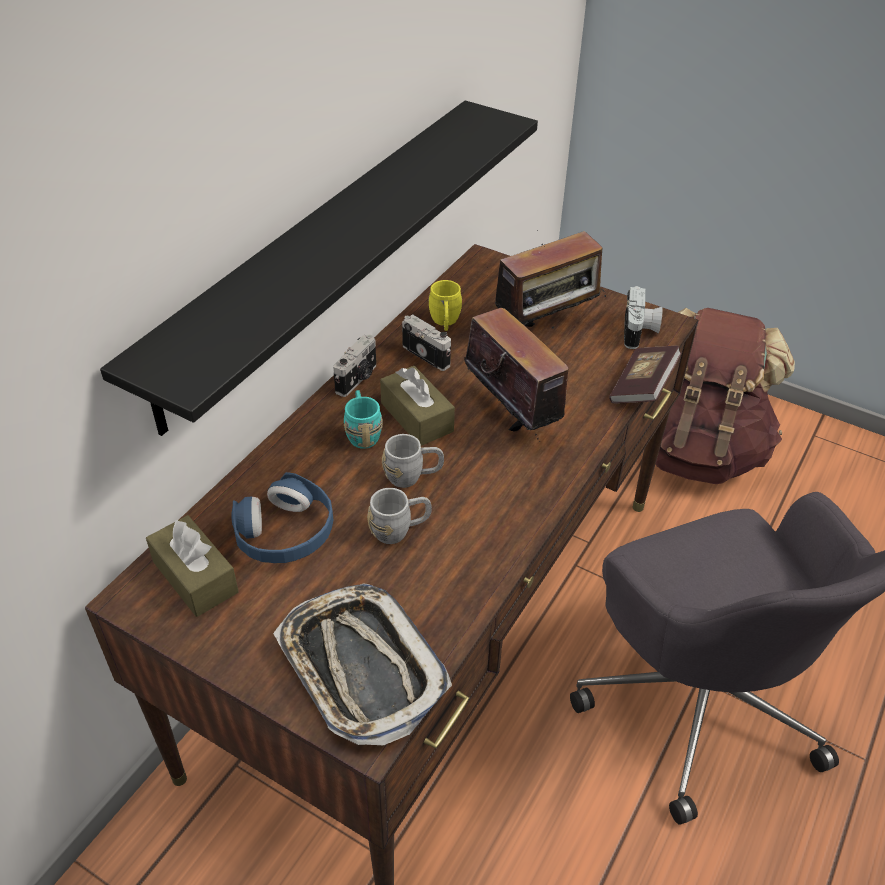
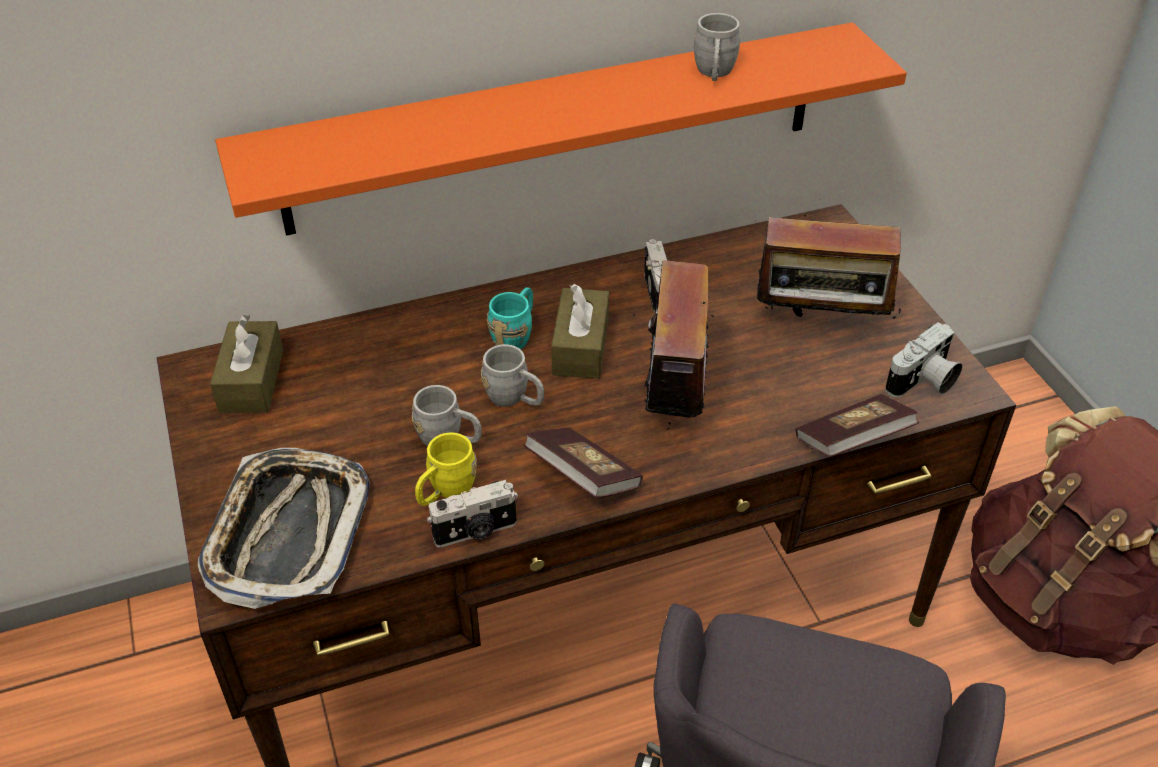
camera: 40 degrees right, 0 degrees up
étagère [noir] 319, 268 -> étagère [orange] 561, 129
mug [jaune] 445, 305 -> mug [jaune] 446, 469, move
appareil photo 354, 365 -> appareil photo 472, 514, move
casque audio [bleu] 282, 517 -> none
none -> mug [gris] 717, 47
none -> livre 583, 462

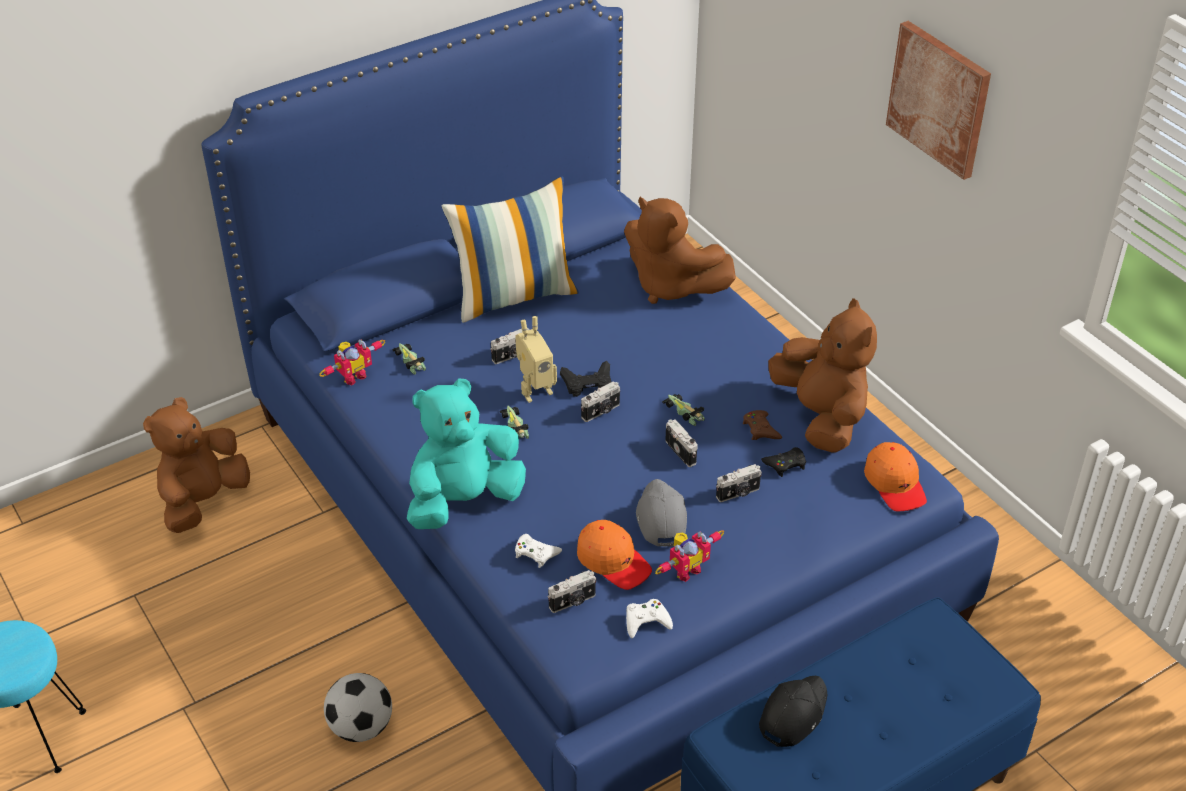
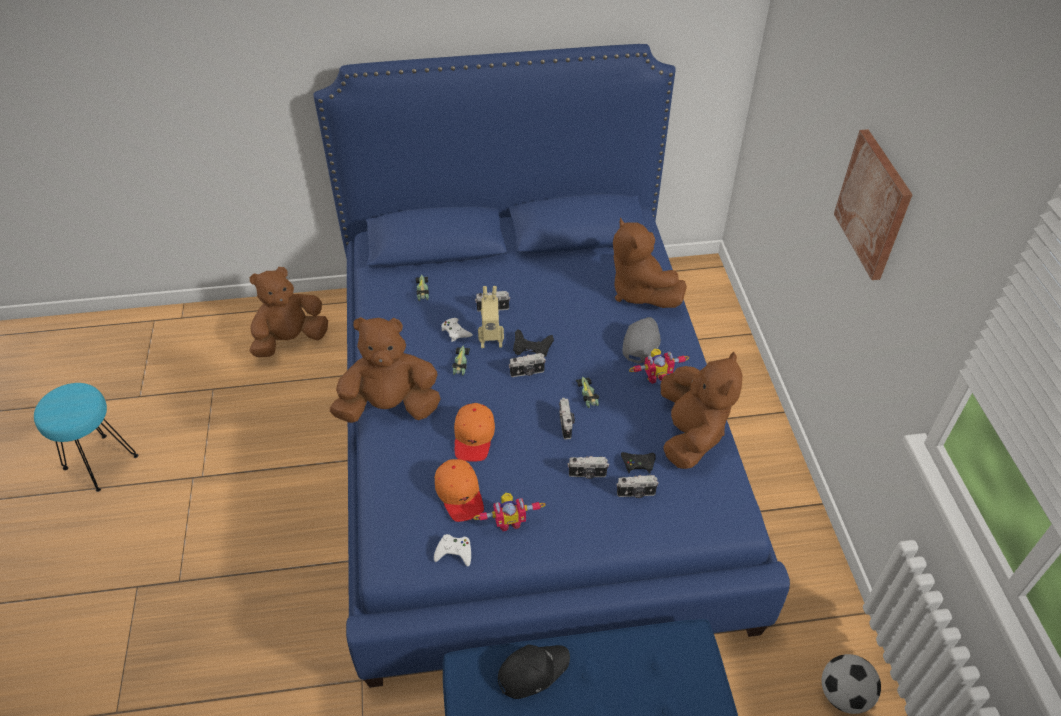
camera: 25 degrees right, 5 degrees up
coussin 510, 249 -> none
robot jouet 353, 362 -> robot jouet 659, 366, move
peluche [turquoise] 466, 453 -> peluche [marron] 385, 370
manette [marron] 762, 425 -> none
casquette [orange] 895, 476 -> casquette [orange] 474, 432, move
casquette [gris] 661, 512 -> casquette [gris] 641, 340, move
manette [blanc] 538, 551 -> manette [blanc] 457, 330, move
appareil photo 572, 591 -> appareil photo 638, 486, move
ballon de foot 358, 707 -> ballon de foot 851, 684, move

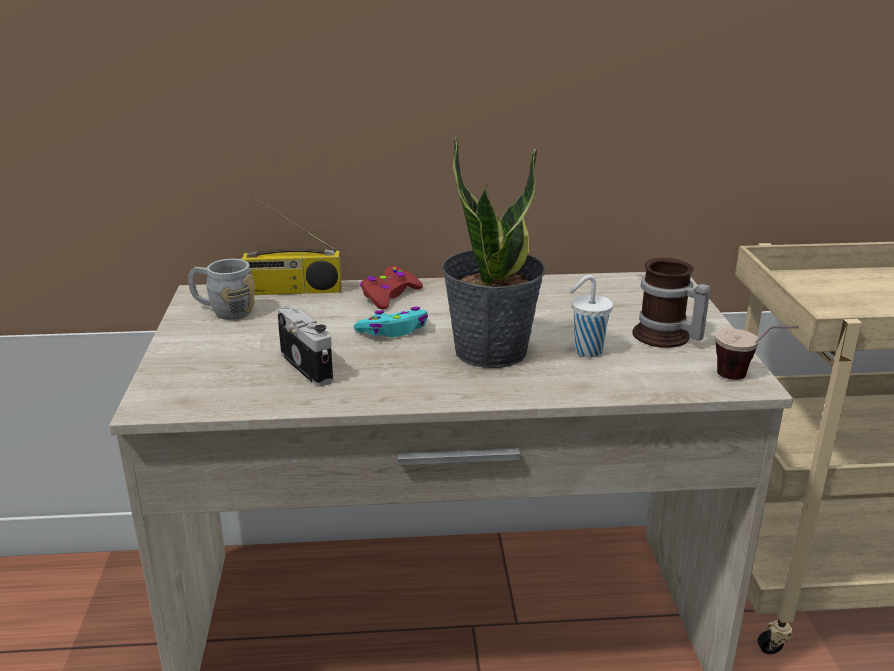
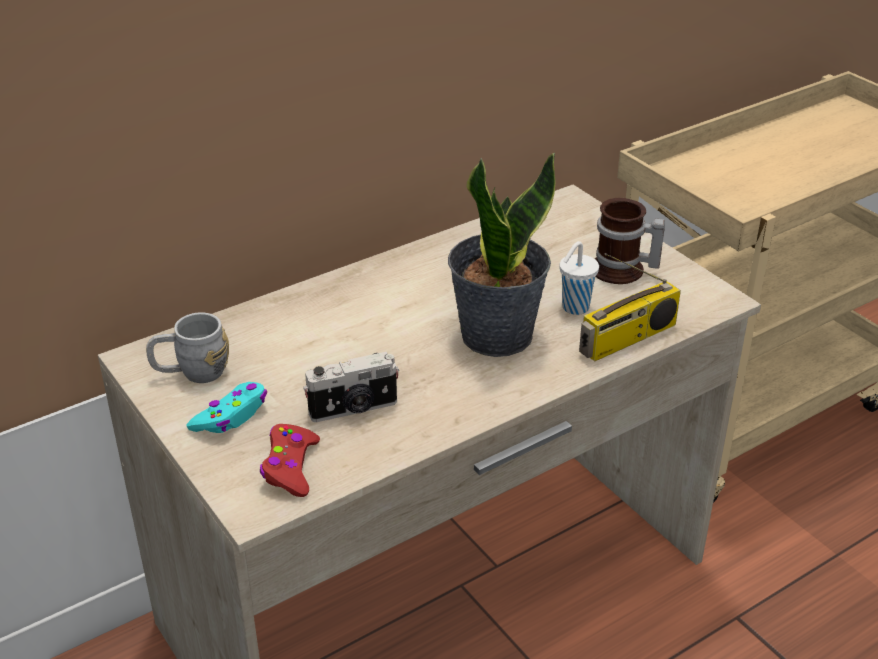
camera: 30 degrees left, 10 degrees up
radio 290, 246 -> radio 630, 307, move
manette [rouge] 391, 288 -> manette [rouge] 290, 460, move
appareil photo 305, 346 -> appareil photo 351, 387, 135 degrees clockwise
manette [turquoise] 391, 322 -> manette [turquoise] 226, 407, move
tasse 757, 353 -> none

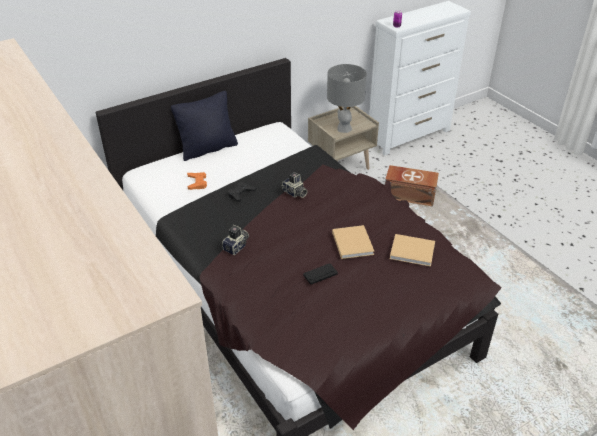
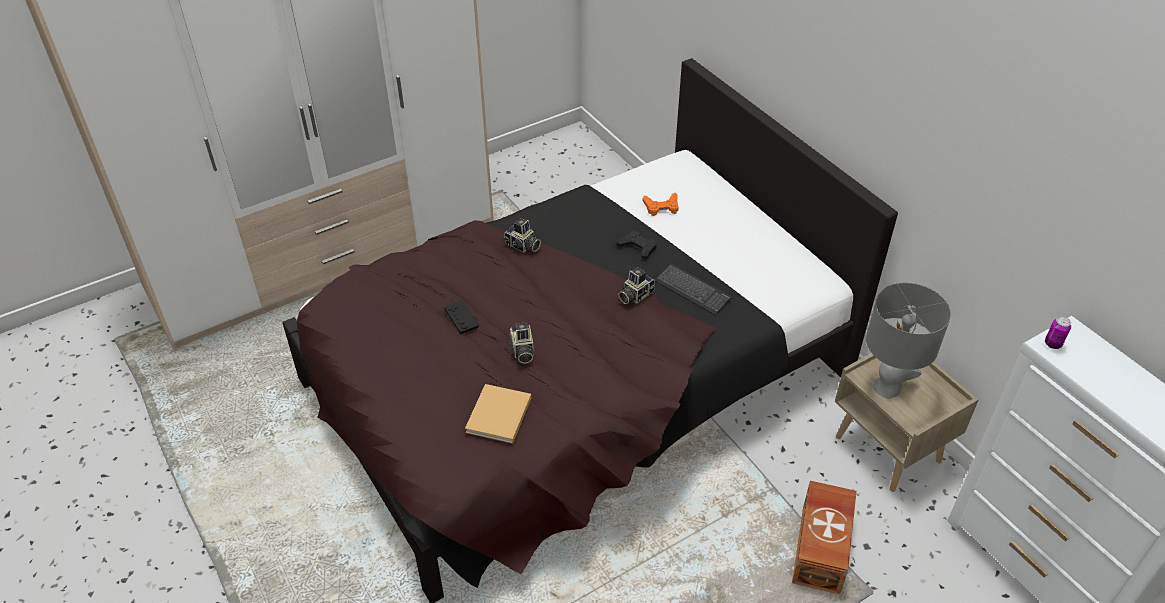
camera: 90 degrees right, 5 degrees up
coussin [noir] 204, 126 -> none
livre [beige] 353, 242 -> appareil photo 521, 343
none -> clavier 693, 290

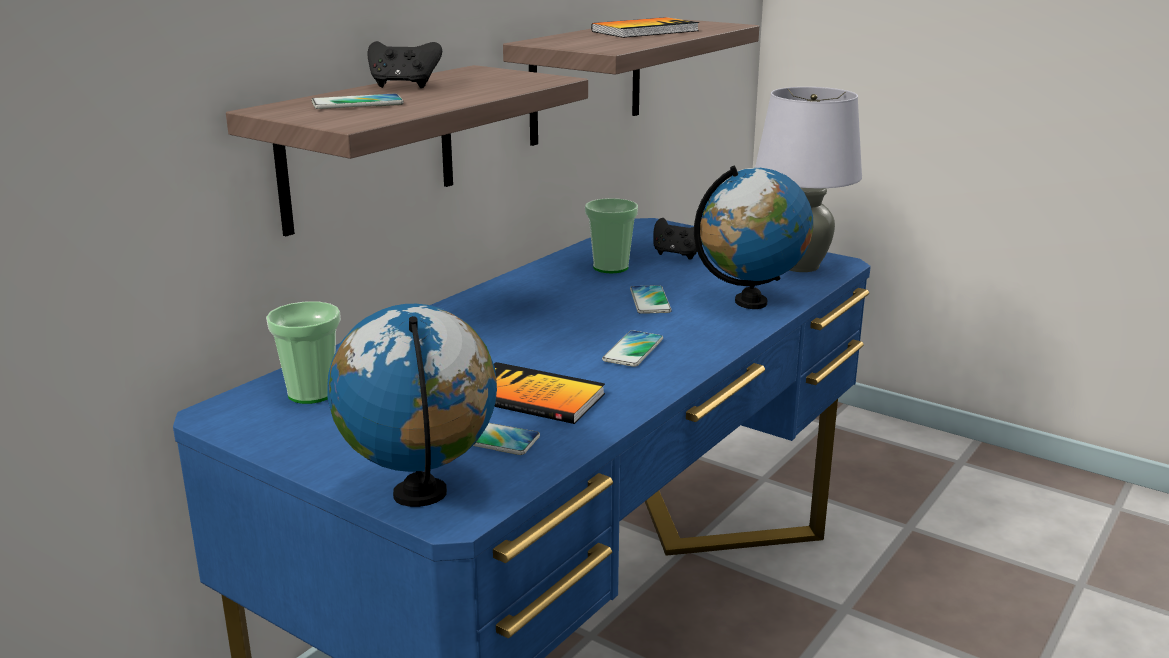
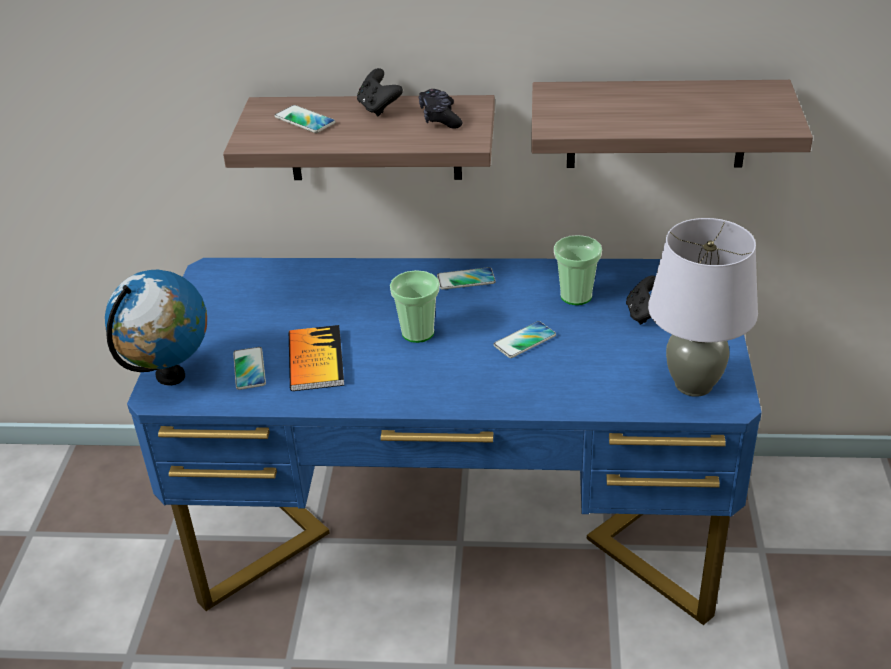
camera: 60 degrees right, 15 degrees up
livre 645, 27 -> none
globe 753, 237 -> none
tasse 303, 352 -> tasse 415, 306, move
téléphone 632, 348 -> téléphone 466, 278, move
none -> manette [noir] 441, 109

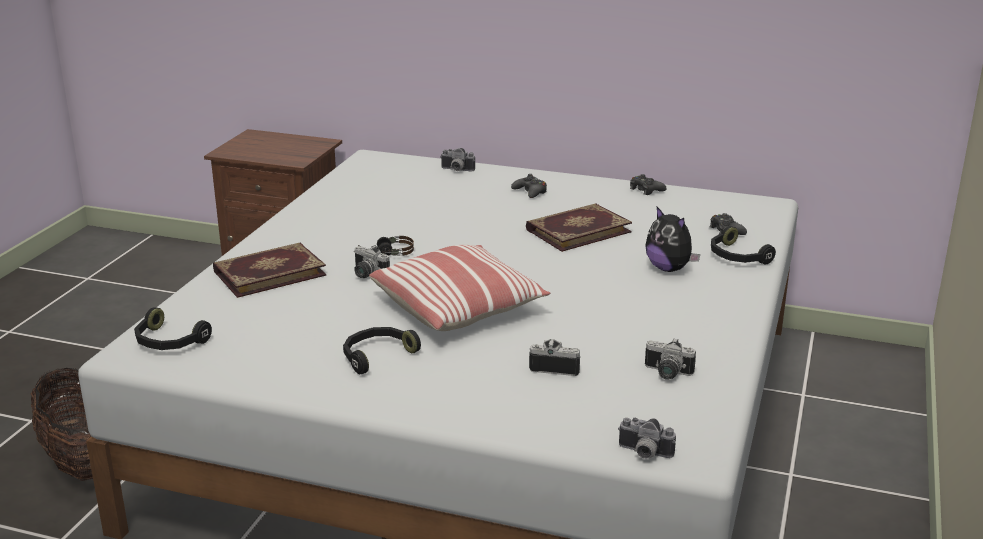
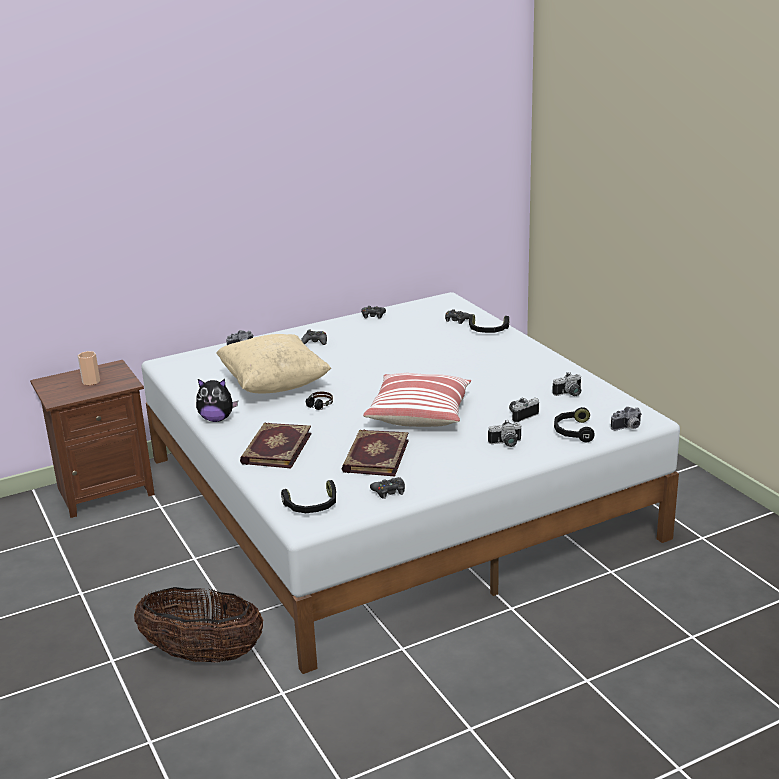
camera: 45 degrees left, 0 degrees up
livre 579, 227 -> livre 375, 453, move
peluche 673, 239 -> peluche 217, 400, move
appareil photo 372, 261 -> appareil photo 504, 433, move
casque audio [noir] 382, 350 -> casque audio [noir] 574, 424, move
none -> coussin [beige] 273, 363
none -> tasse 89, 368
none -> manette [noir] 387, 488

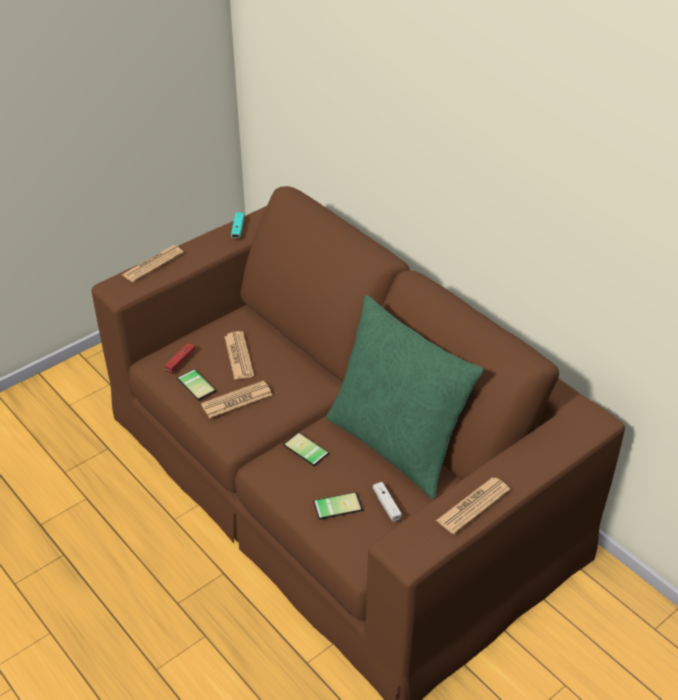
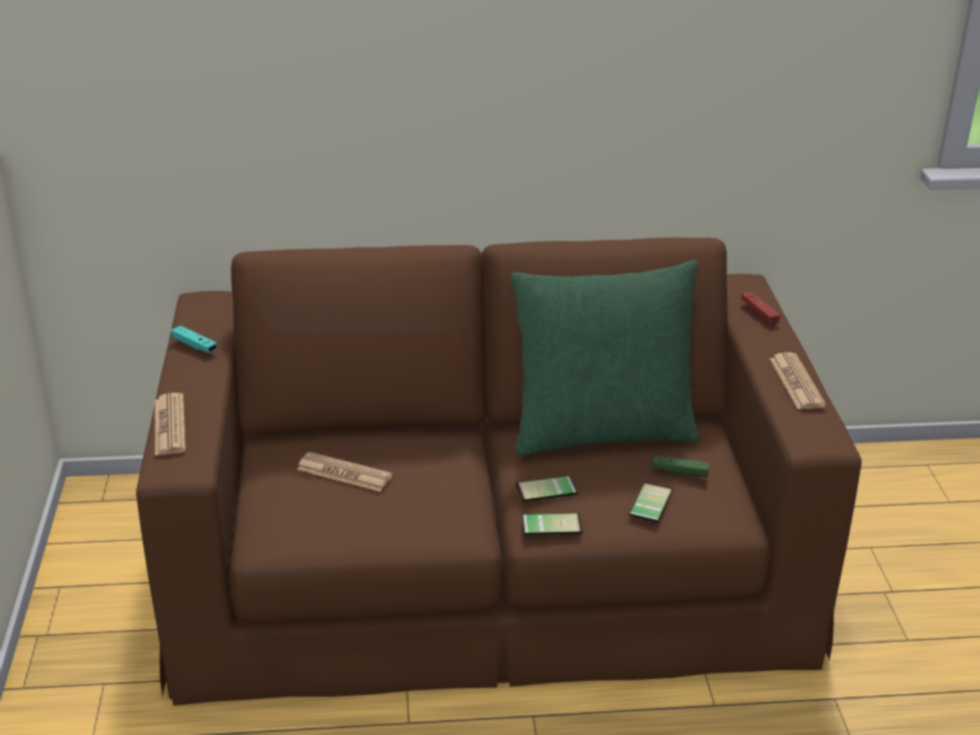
camera: 55 degrees left, 10 degrees down
manette [rouge] 179, 358 -> manette [rouge] 760, 308, move
téléphone 197, 385 -> téléphone 552, 524, move
journal 236, 399 -> none
manette [blanc] 387, 502 -> manette [vert] 681, 466

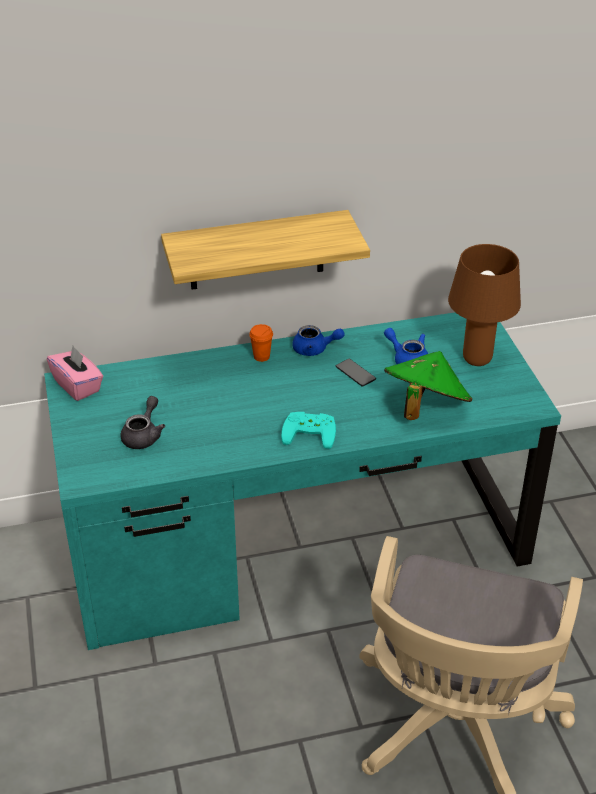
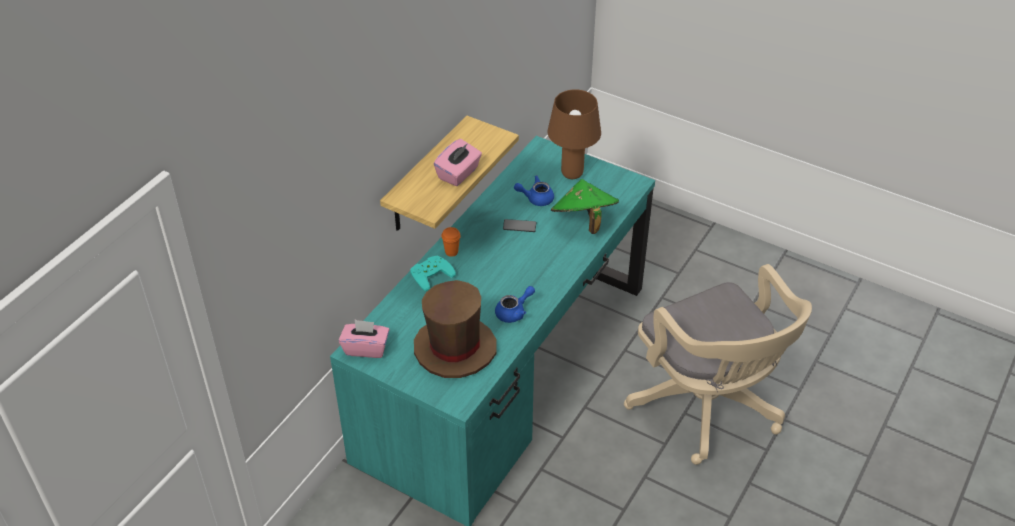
camera: 45 degrees left, 5 degrees up
théière [bleu] 318, 340 -> théière [bleu] 515, 304, move
théière [gris] 143, 422 -> chapeau [marron] 455, 329
manette [turquoise] 308, 430 -> manette [turquoise] 433, 273, move
none -> boîte à mouchoirs [rose] 458, 162

